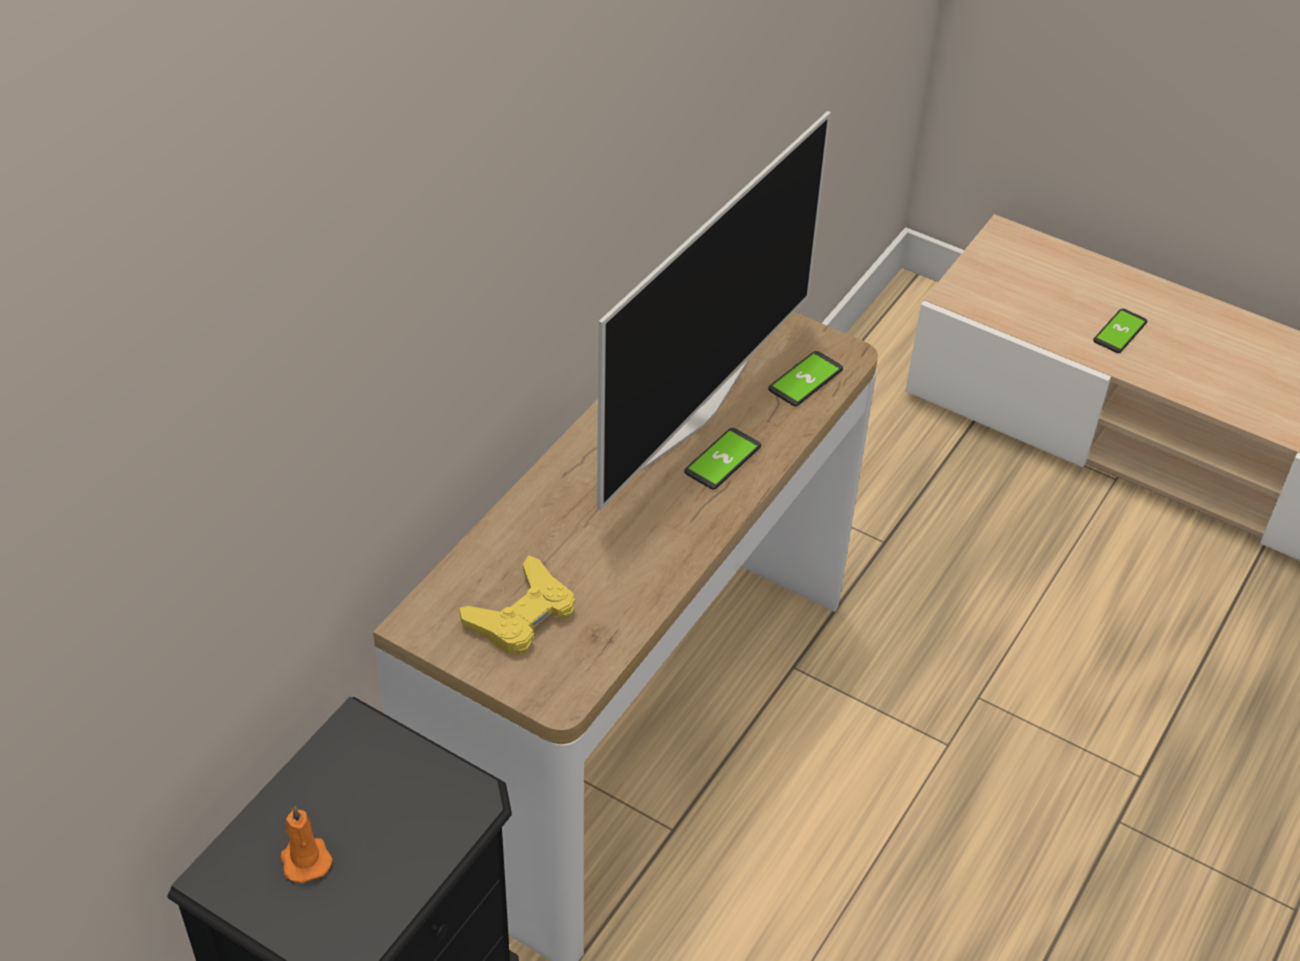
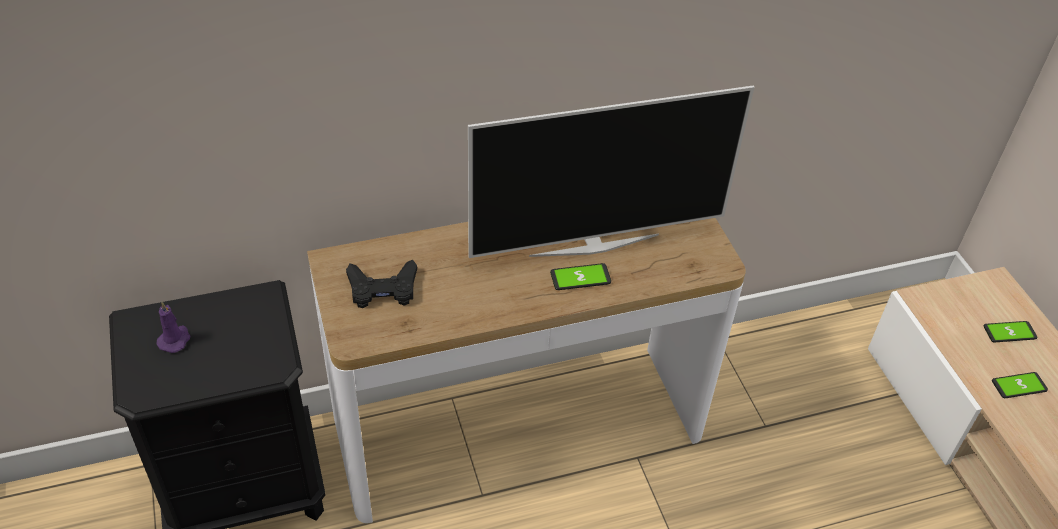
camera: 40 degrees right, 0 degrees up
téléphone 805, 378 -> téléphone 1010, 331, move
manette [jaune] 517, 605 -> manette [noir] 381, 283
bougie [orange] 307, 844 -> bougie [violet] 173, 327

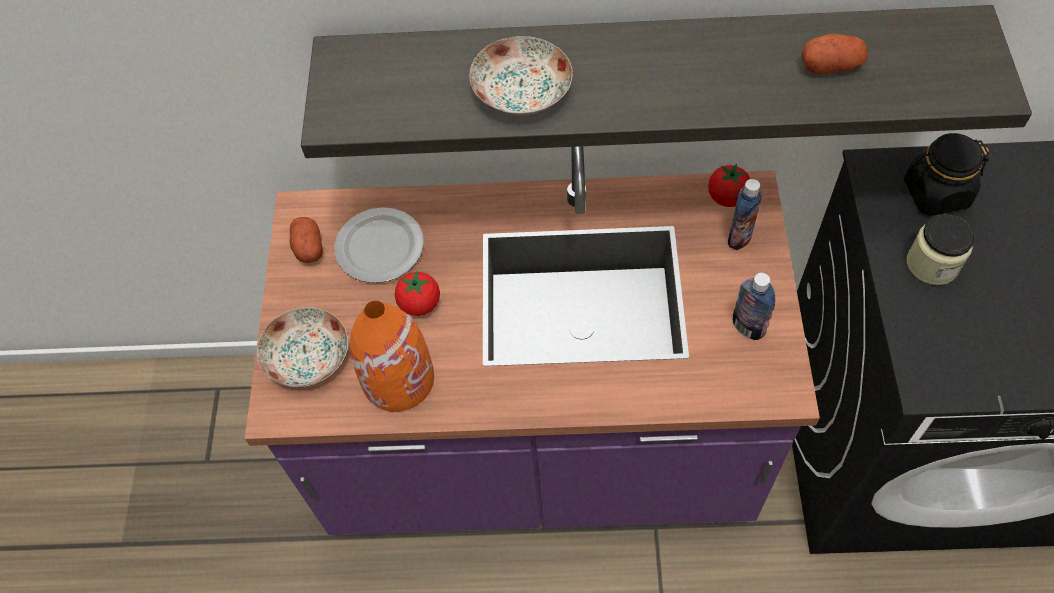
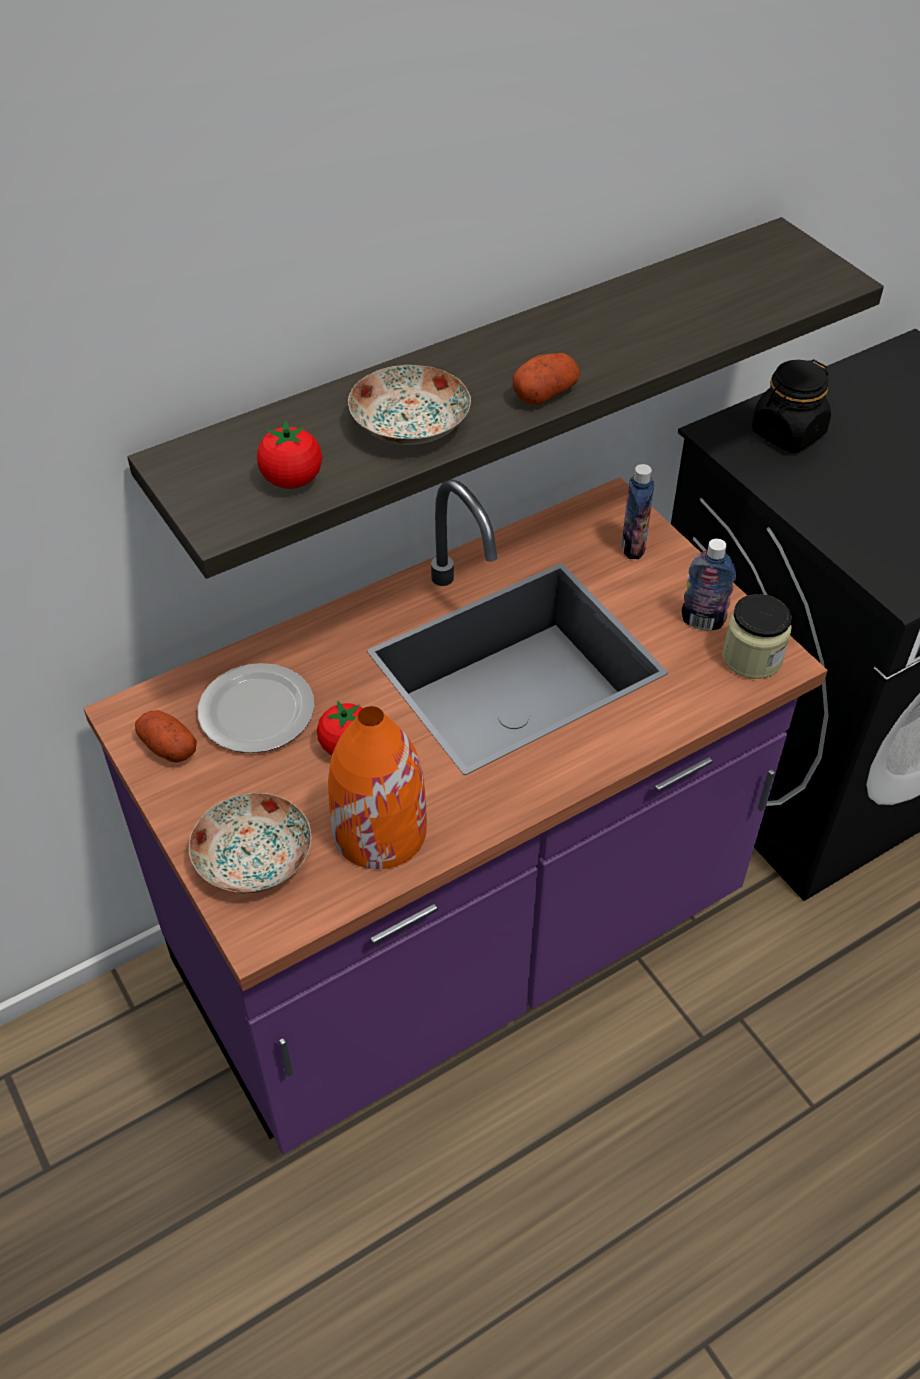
camera: 35 degrees left, 10 degrees down
pomme de terre 834, 54 -> pomme de terre 546, 379, move
tomate 729, 185 -> tomate 289, 454, move
bocal 940, 249 -> bocal 757, 636, move

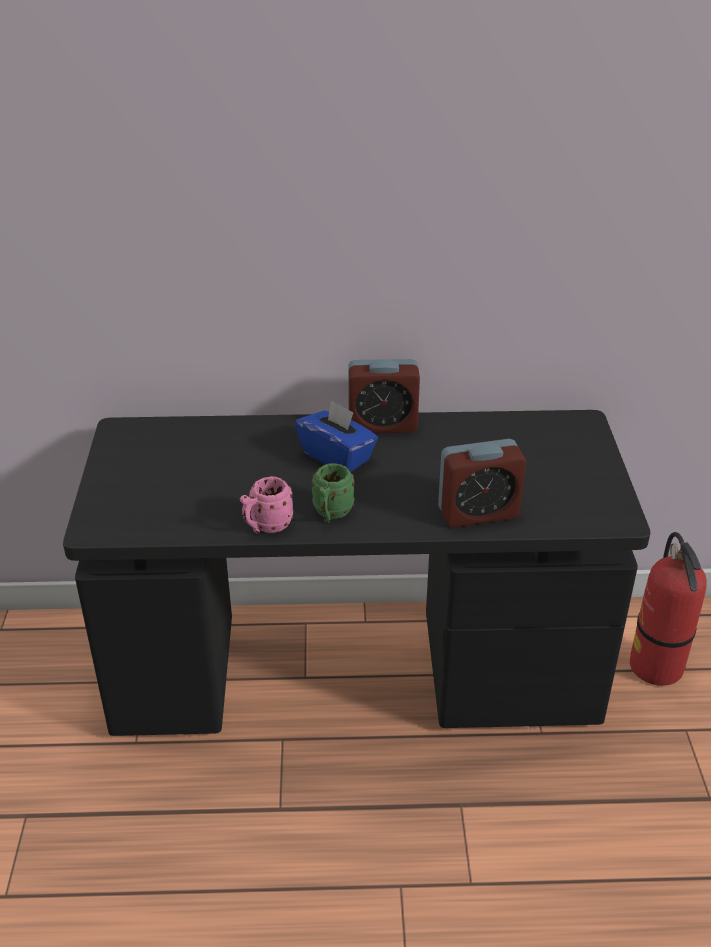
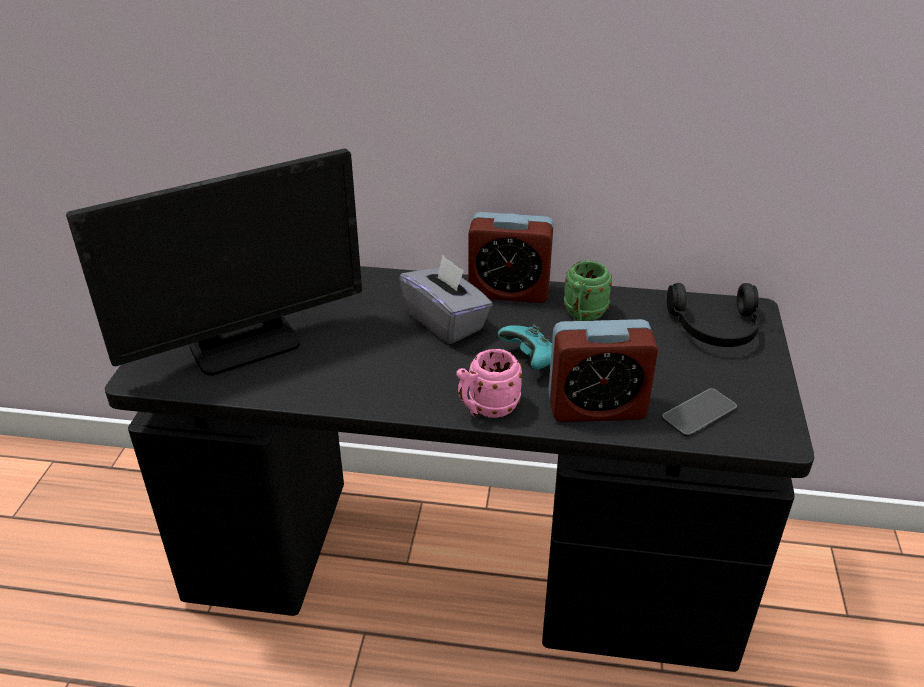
camera: 10 degrees right, 0 degrees up
boîte à mouchoirs [bleu] 336, 436 -> boîte à mouchoirs [gris] 446, 299
mug [vert] 333, 493 -> mug [vert] 588, 290, move
mug [rose] 266, 505 -> mug [rose] 489, 383, move
extincteur 668, 609 -> none
none -> écran d'ordinateur 214, 262
none -> casque audio [noir] 713, 315
none -> manette [turquoise] 525, 347
none -> téléphone 699, 412

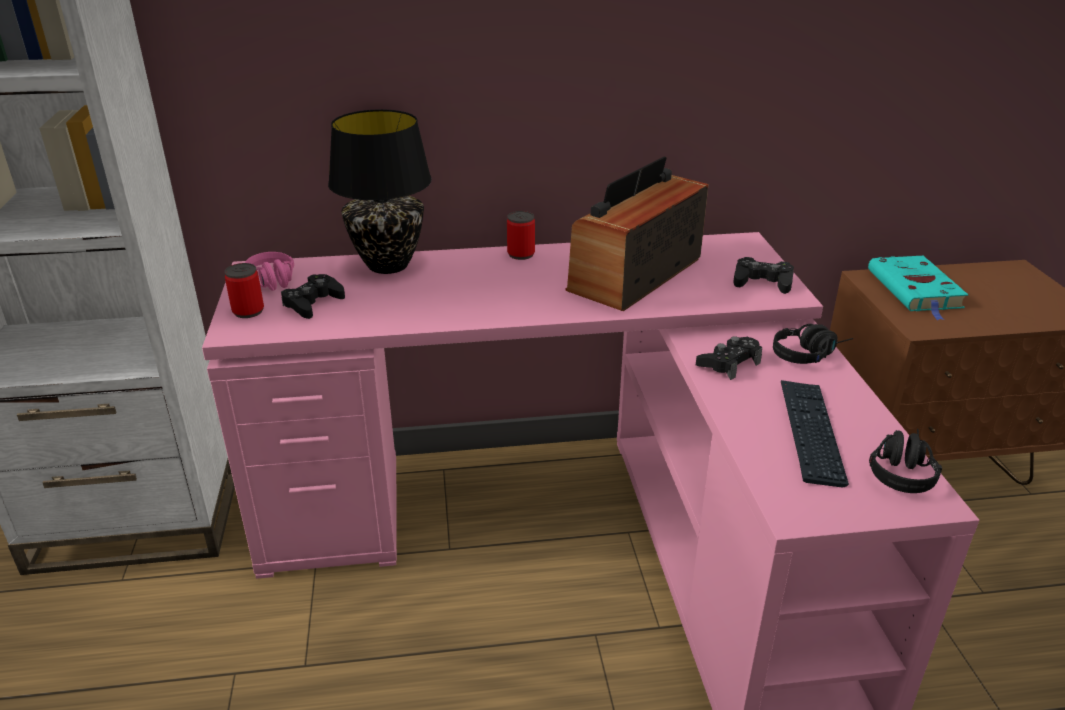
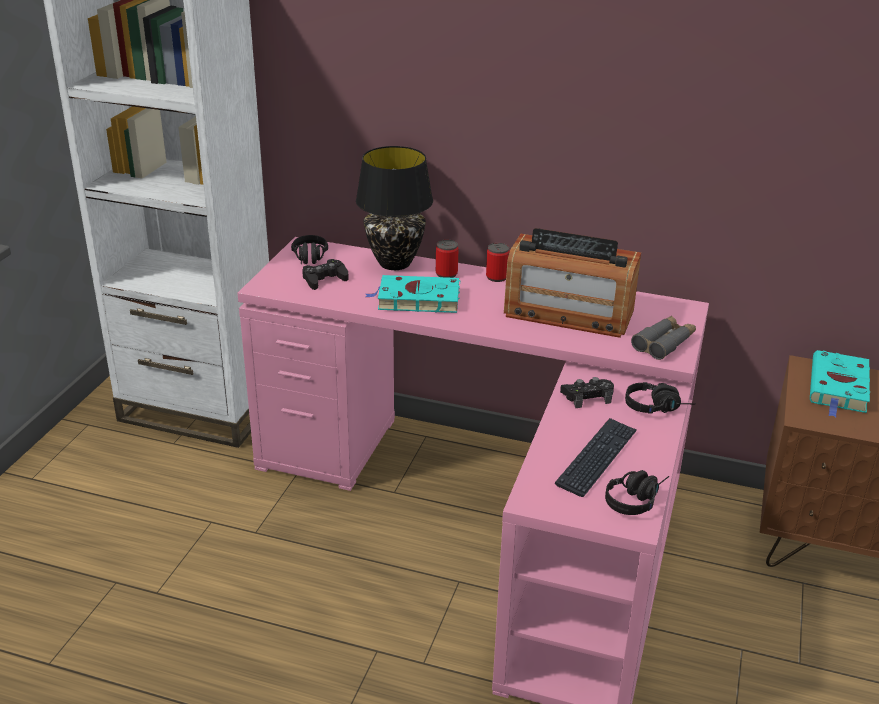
camera: 25 degrees right, 0 degrees up
radio 637, 233 -> radio 572, 283, 135 degrees counterclockwise
casque audio [rose] 269, 271 -> casque audio [noir] 309, 249
manette [noir] 763, 275 -> jumelles [gris] 663, 338
boîte métallique 244, 290 -> boîte métallique 447, 259, move
none -> livre [turquoise] 412, 294

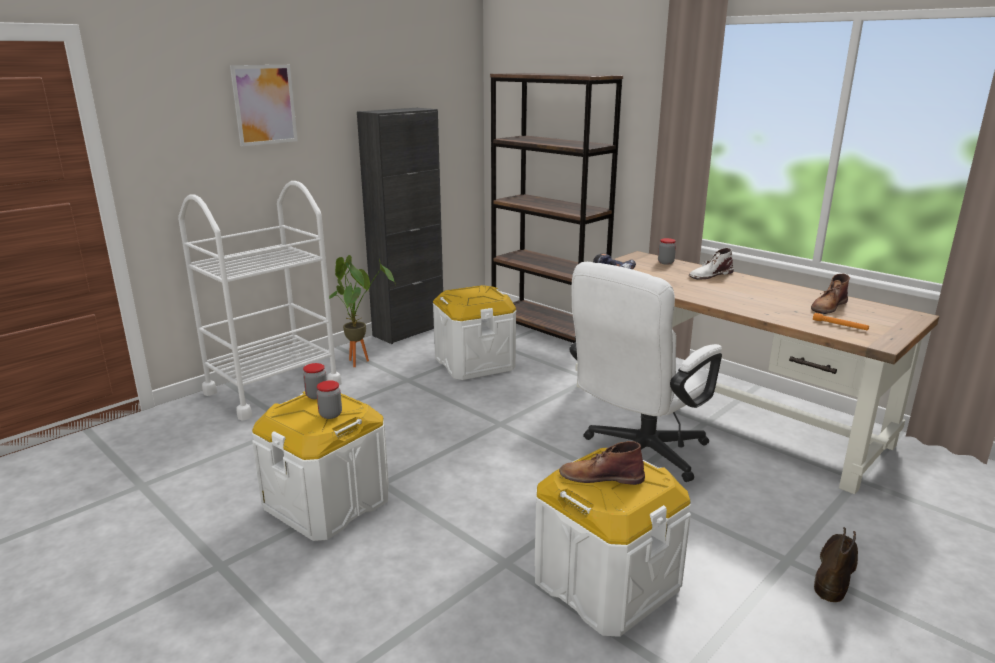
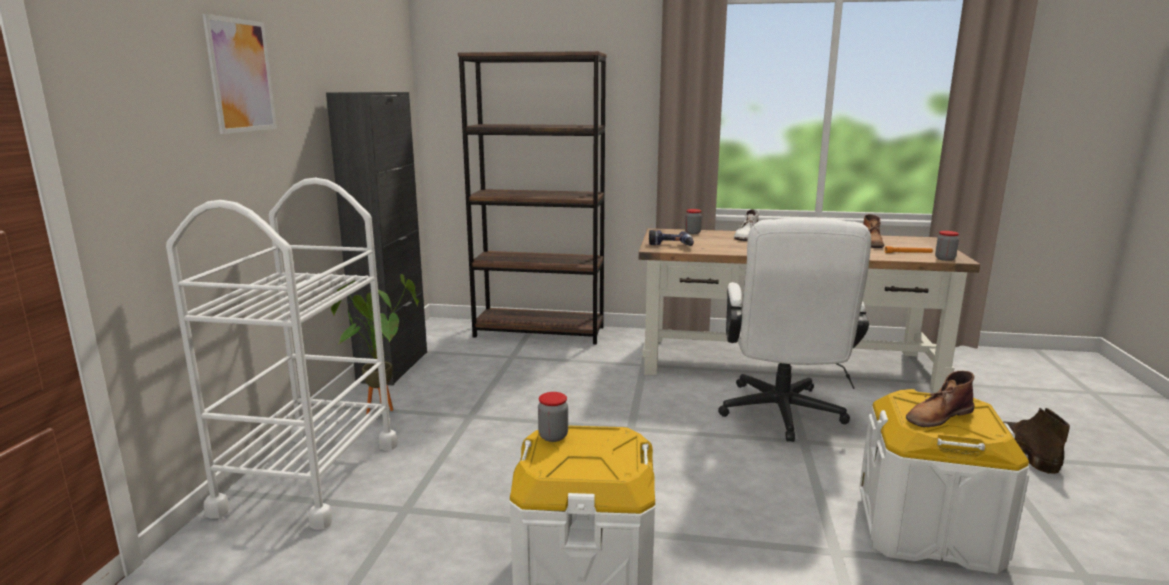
camera: 35 degrees left, 5 degrees down
boîte de rangement [blanc] 474, 332 -> none
bocal 329, 399 -> bocal 947, 246, move

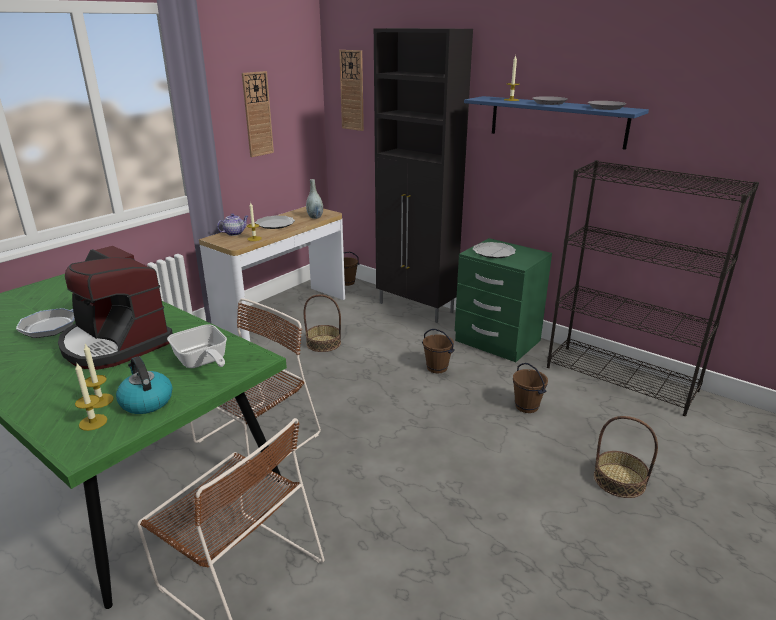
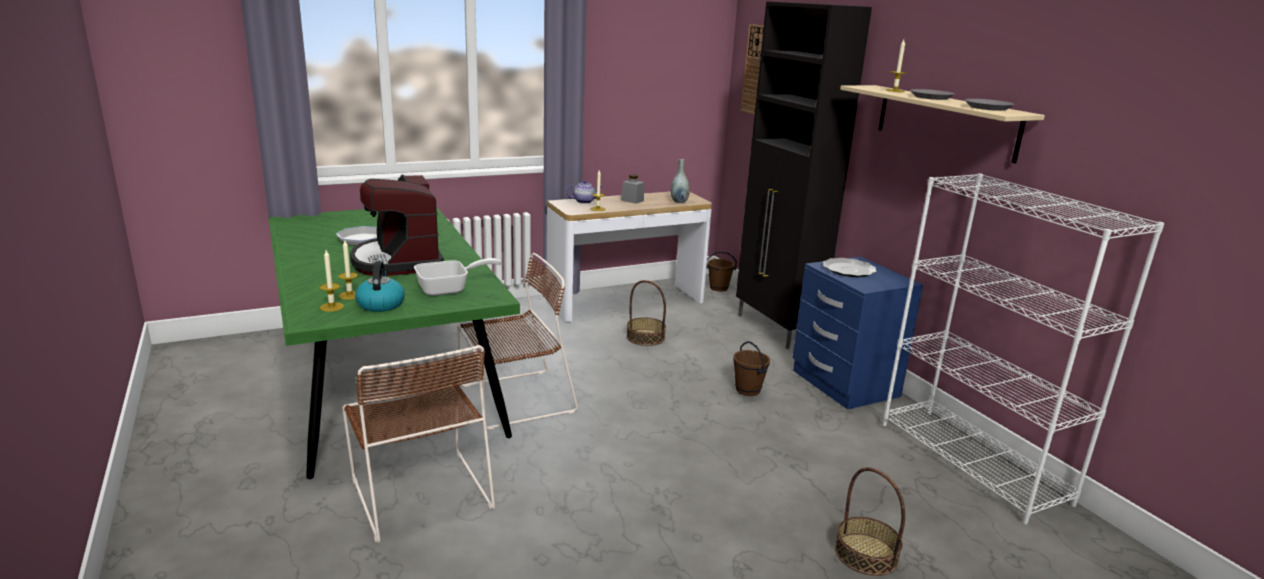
camera: 25 degrees right, 5 degrees down
horloge murale 258, 114 -> none
étagère [bleu] 556, 123 -> étagère [beige] 942, 124
bibliothèque [noir] 653, 288 -> bibliothèque [blanc] 1024, 349
assiette 275, 222 -> bocal [gris] 632, 189
table de chevet [vert] 503, 300 -> table de chevet [bleu] 857, 333
poêle 197, 346 -> poêle 457, 277, 105 degrees counterclockwise
seau [marron] 530, 388 -> none

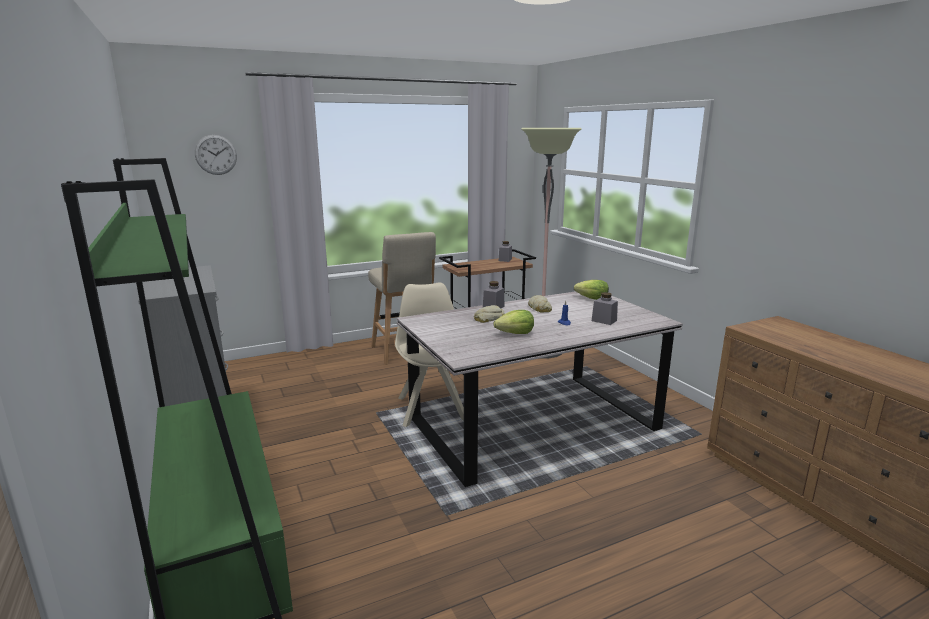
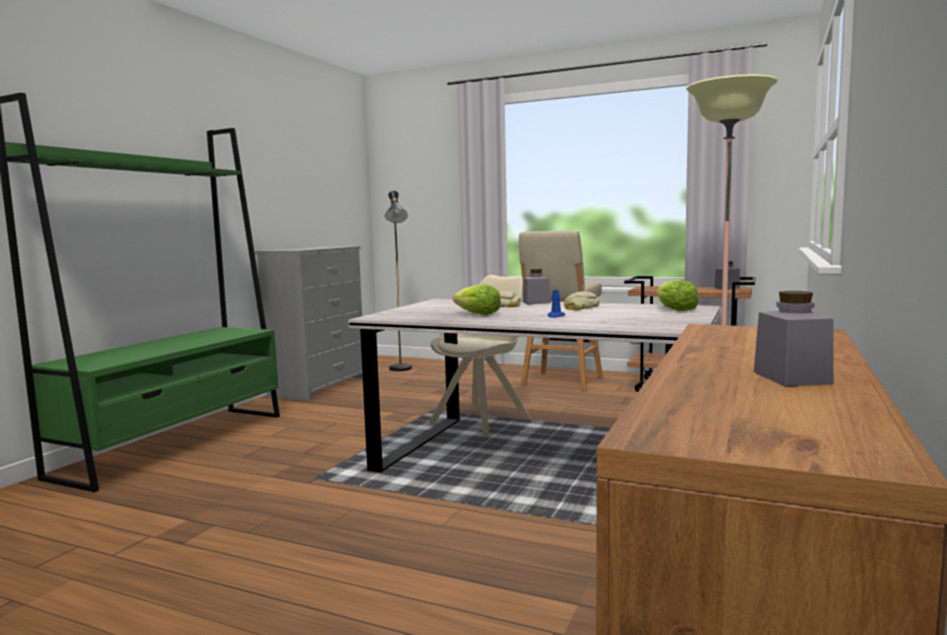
camera: 50 degrees right, 10 degrees down
horloge murale 216, 155 -> none
bocal [gris] 605, 308 -> bocal [gris] 794, 338, move
none -> lampadaire [noir] 398, 281

